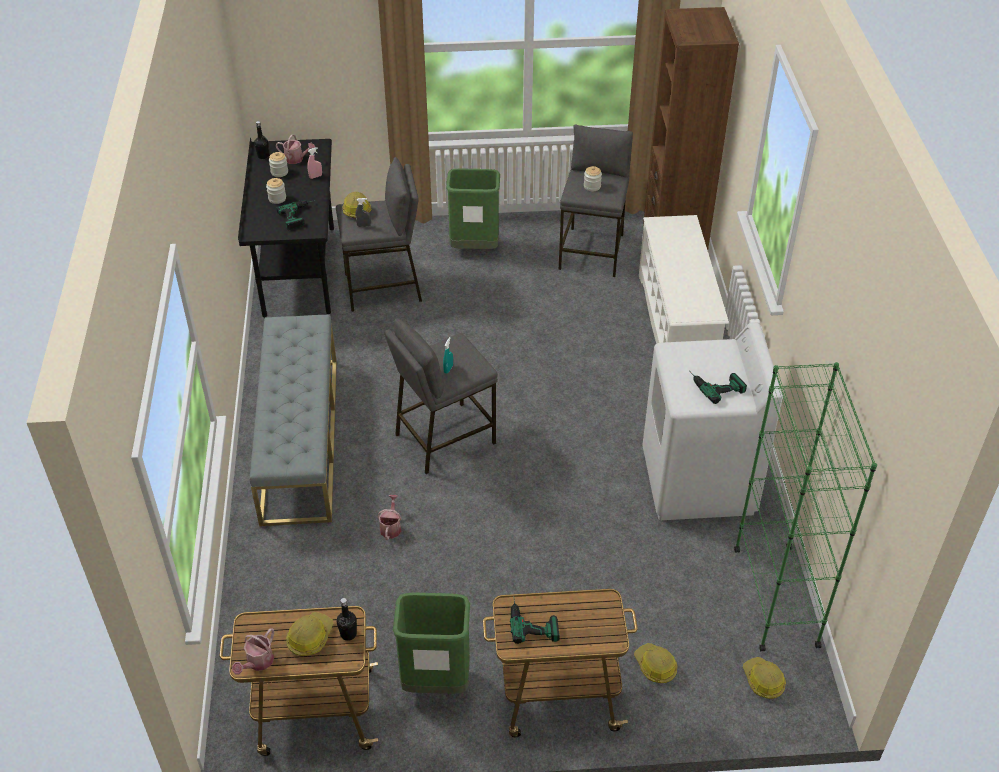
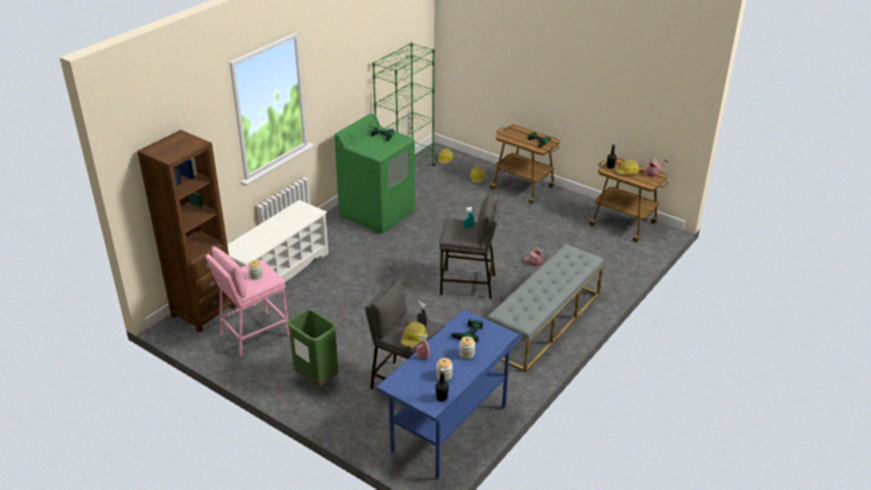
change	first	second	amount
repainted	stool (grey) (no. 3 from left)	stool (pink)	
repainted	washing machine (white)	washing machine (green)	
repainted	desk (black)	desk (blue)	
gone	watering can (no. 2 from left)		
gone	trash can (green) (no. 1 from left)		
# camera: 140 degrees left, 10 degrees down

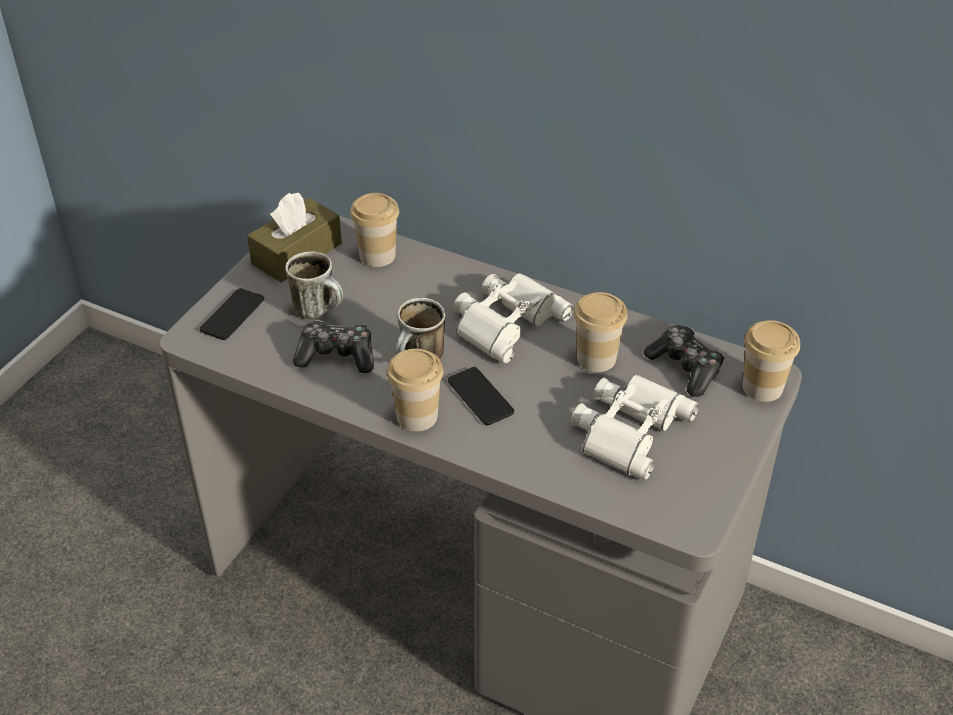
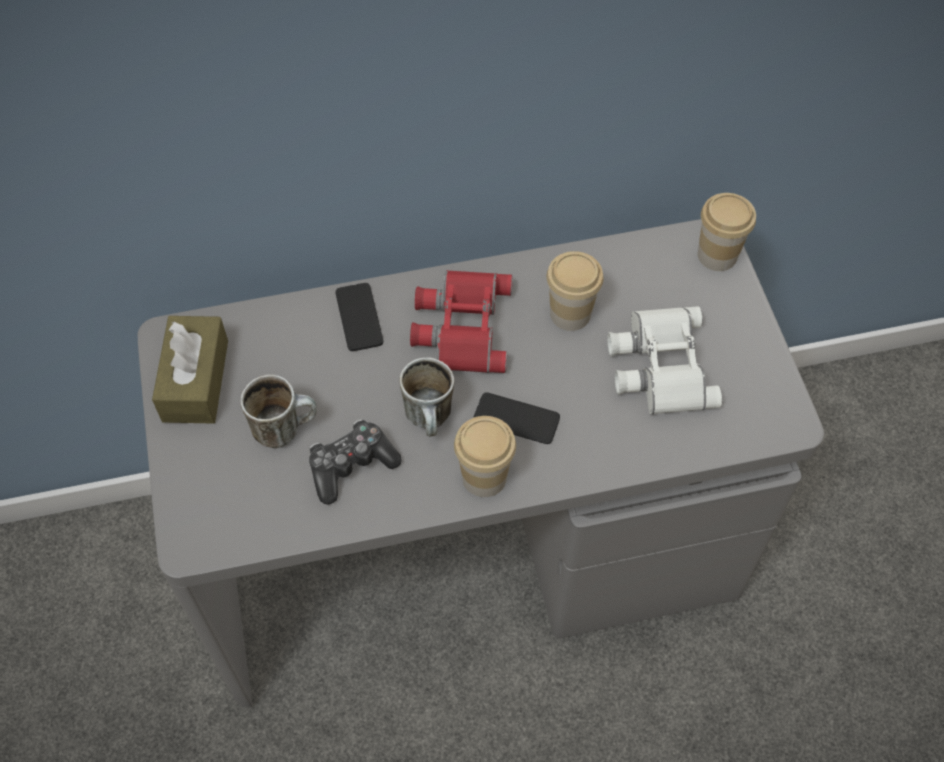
change	first	second	amount
shifted	phone (no. 1 from left)		
repainted	binoculars (white) (no. 1 from left)	binoculars (red)	
gone	cup (no. 1 from left)		
gone	game controller (no. 2 from left)		
# camera: 40 degrees left, 15 degrees up

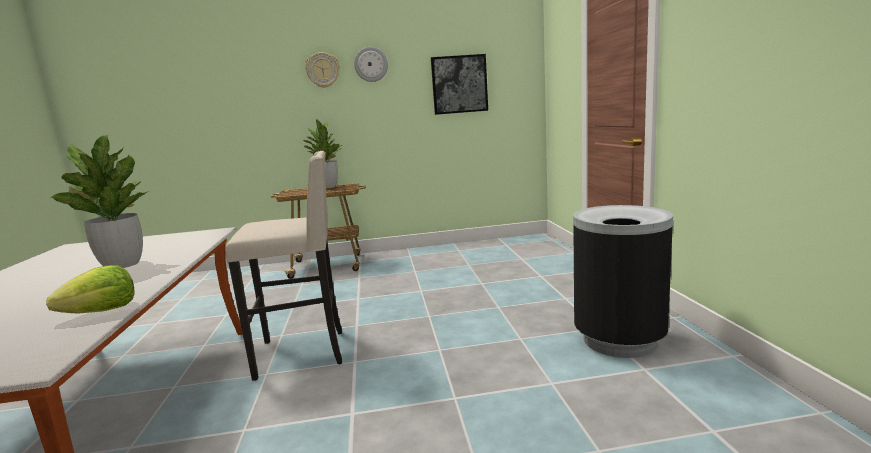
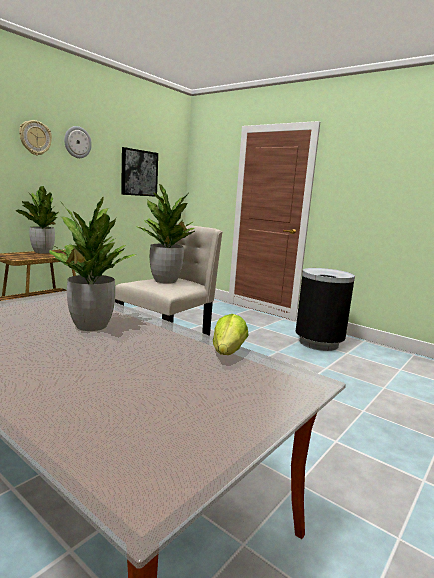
change	first	second	amount
new		potted plant (no. 3 from left)	
# camera: 45 degrees left, 0 degrees up

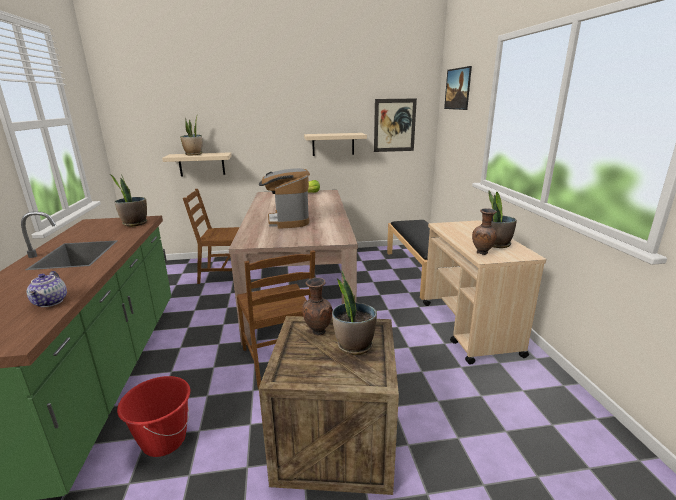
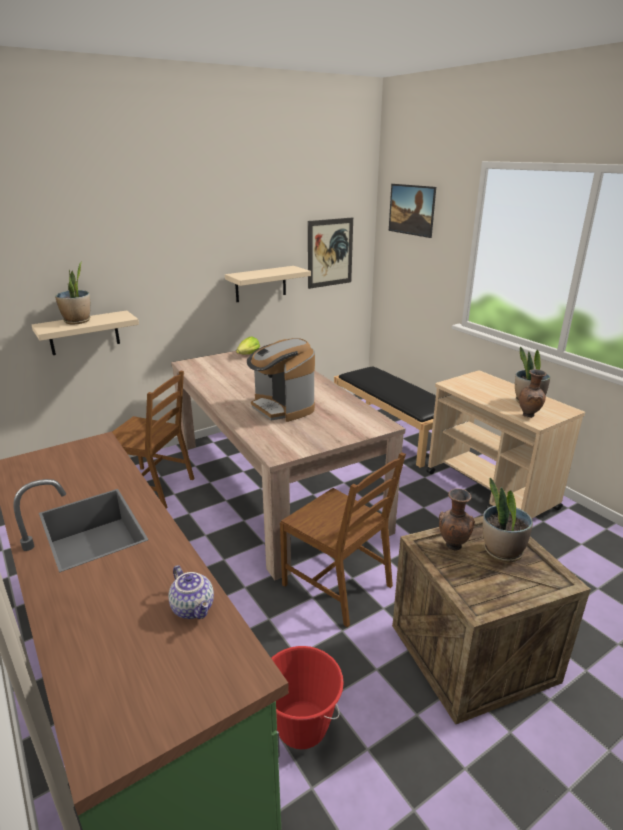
change	first	second	amount
rotated	chair (brown) (no. 1 from left)		135 degrees counterclockwise
gone	potted plant (no. 1 from left)		
# camera: 25 degrees left, 5 degrees up

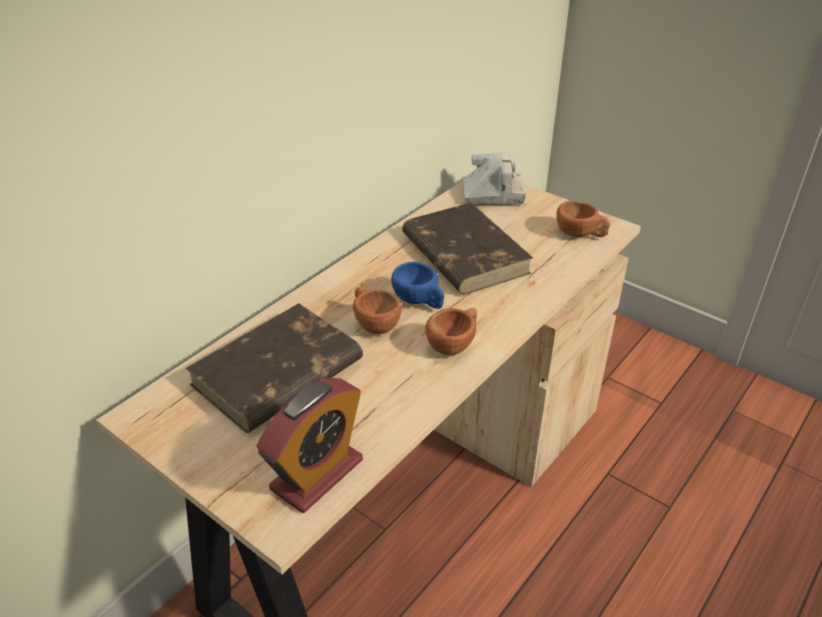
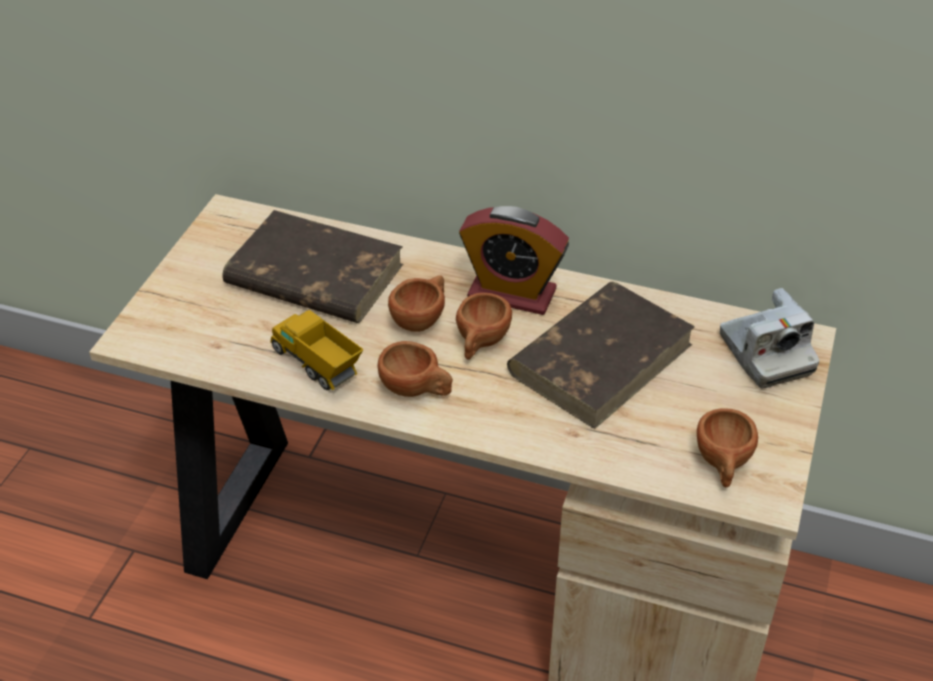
change	first	second	amount
new		toy truck	
repainted	cup (blue)	cup (brown) (no. 3 from left)	
shifted	alarm clock		
# camera: 70 degrees right, 5 degrees up

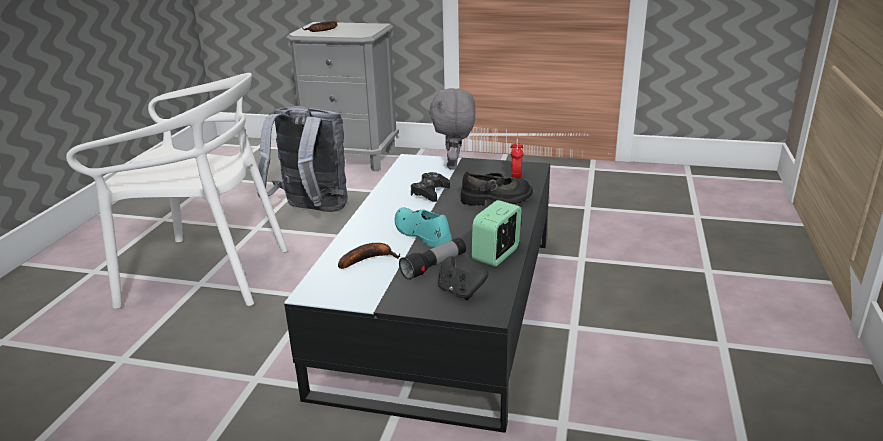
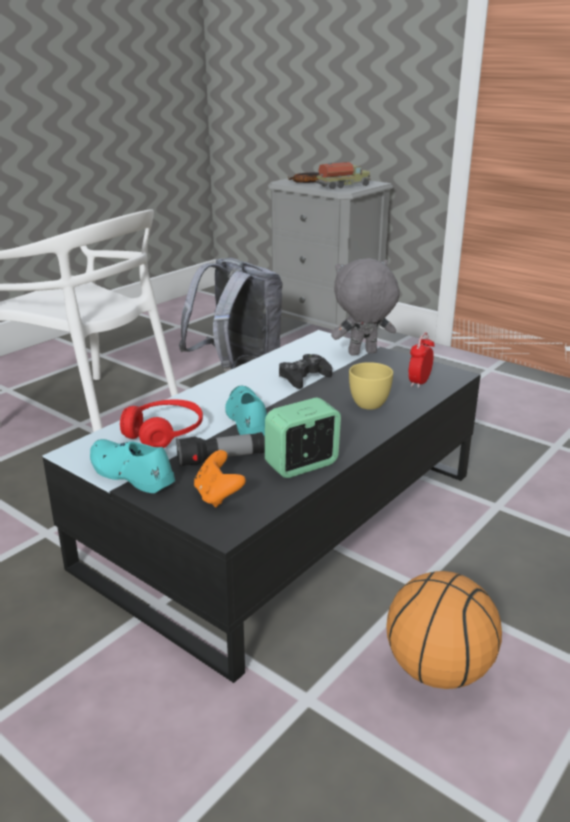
change	first	second	amount
new		shoe (turquoise) (no. 1 from left)	
swapped	banana (no. 2 from left)	headphones (red)	
repainted	game controller (black) (no. 2 from left)	game controller (orange)	
new		toy truck	
rotated	plush toy (grey)		45 degrees clockwise
swapped	shoe (black)	cup (yellow)	
new		basketball	
# camera: 25 degrees right, 0 degrees up

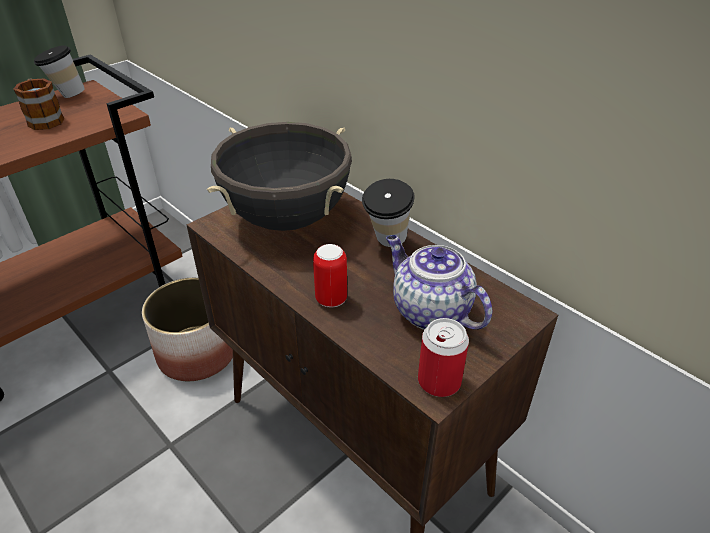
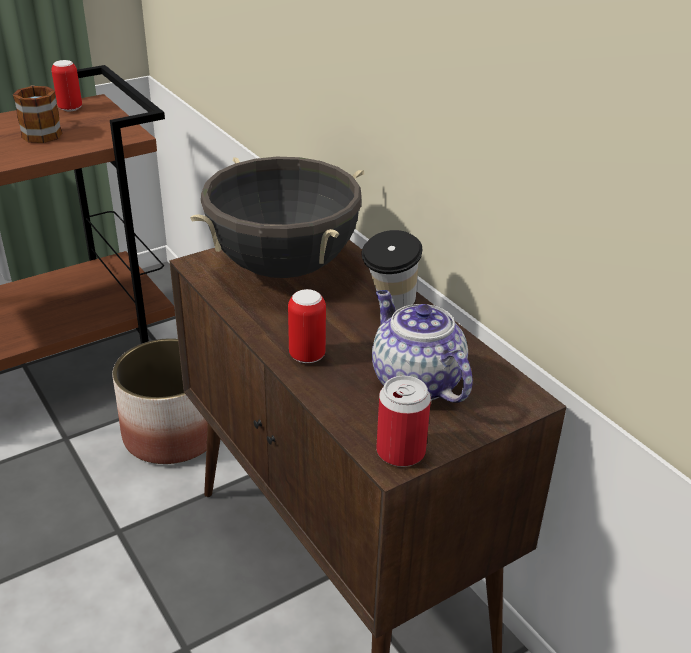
change	first	second	amount
swapped	cup (no. 1 from left)	can (no. 1 from left)	
# camera: 10 degrees right, 5 degrees down

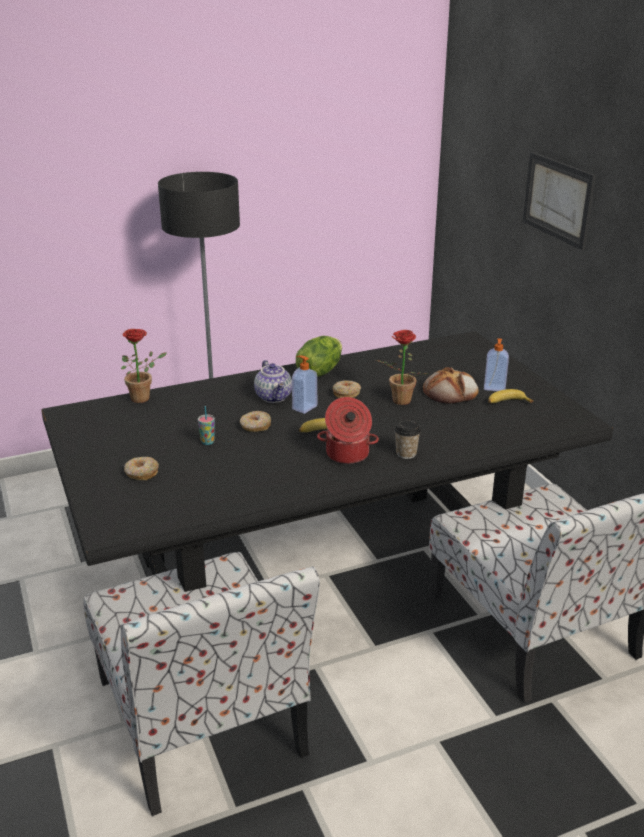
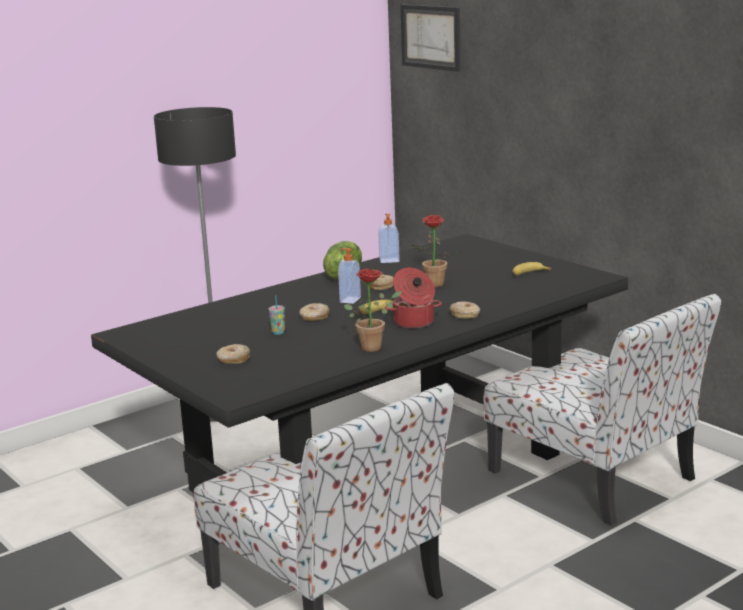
change	first	second	amount
shifted	potted plant (no. 1 from left)		
shifted	soap dispenser (no. 2 from left)		
shifted	picture		
swapped	cup (no. 2 from left)	donut (no. 4 from left)	
gone	teapot		
gone	bread		
# camera: 15 degrees left, 10 degrees down

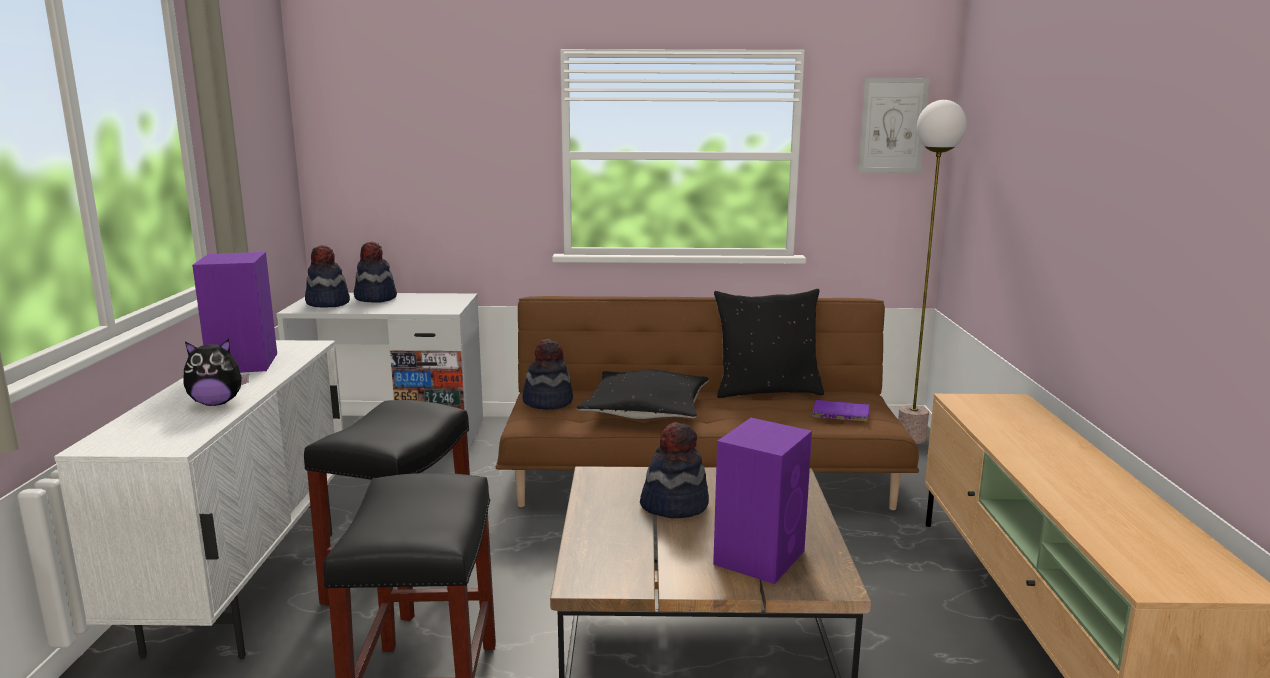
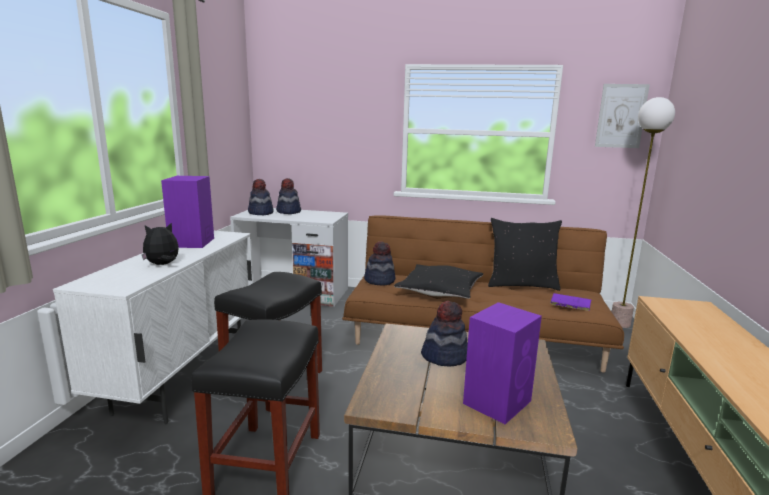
change	first	second	amount
rotated	plush toy		150 degrees clockwise
# camera: 10 degrees right, 0 degrees up

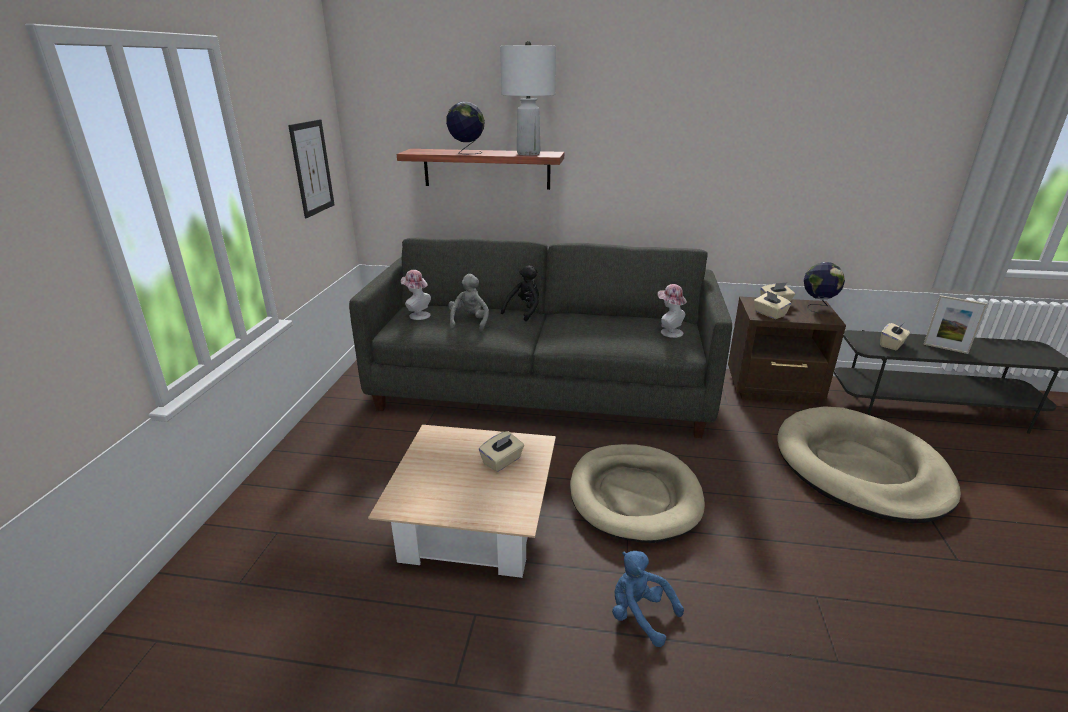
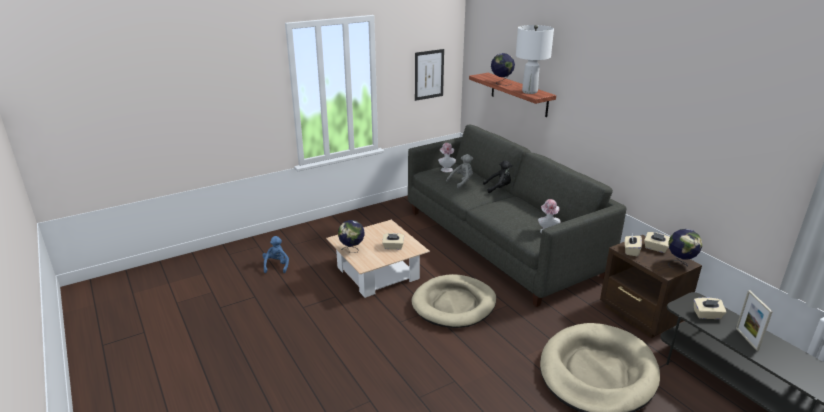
change	first	second	amount
shifted	plush toy (blue)		
new		globe (no. 1 from left)	
# camera: 50 degrees right, 0 degrees up

